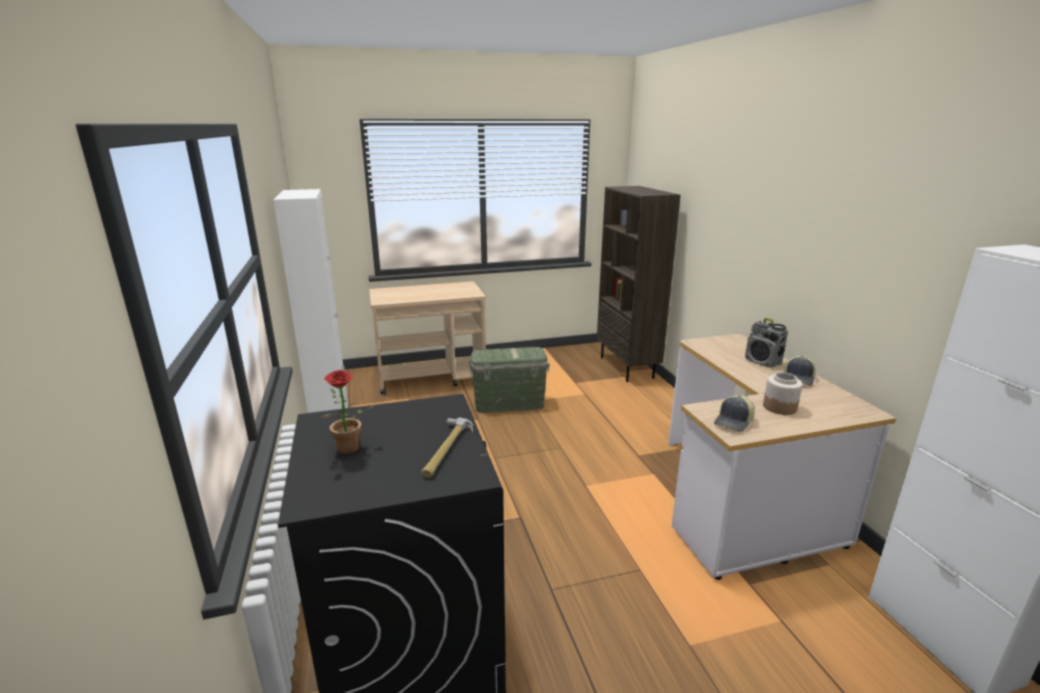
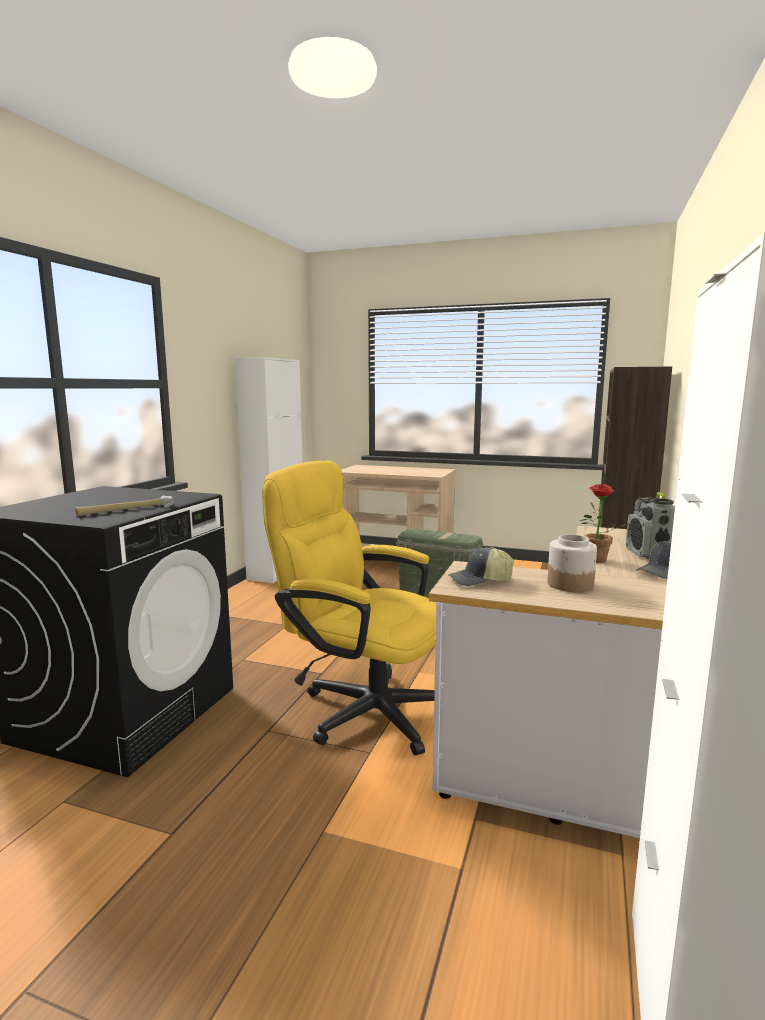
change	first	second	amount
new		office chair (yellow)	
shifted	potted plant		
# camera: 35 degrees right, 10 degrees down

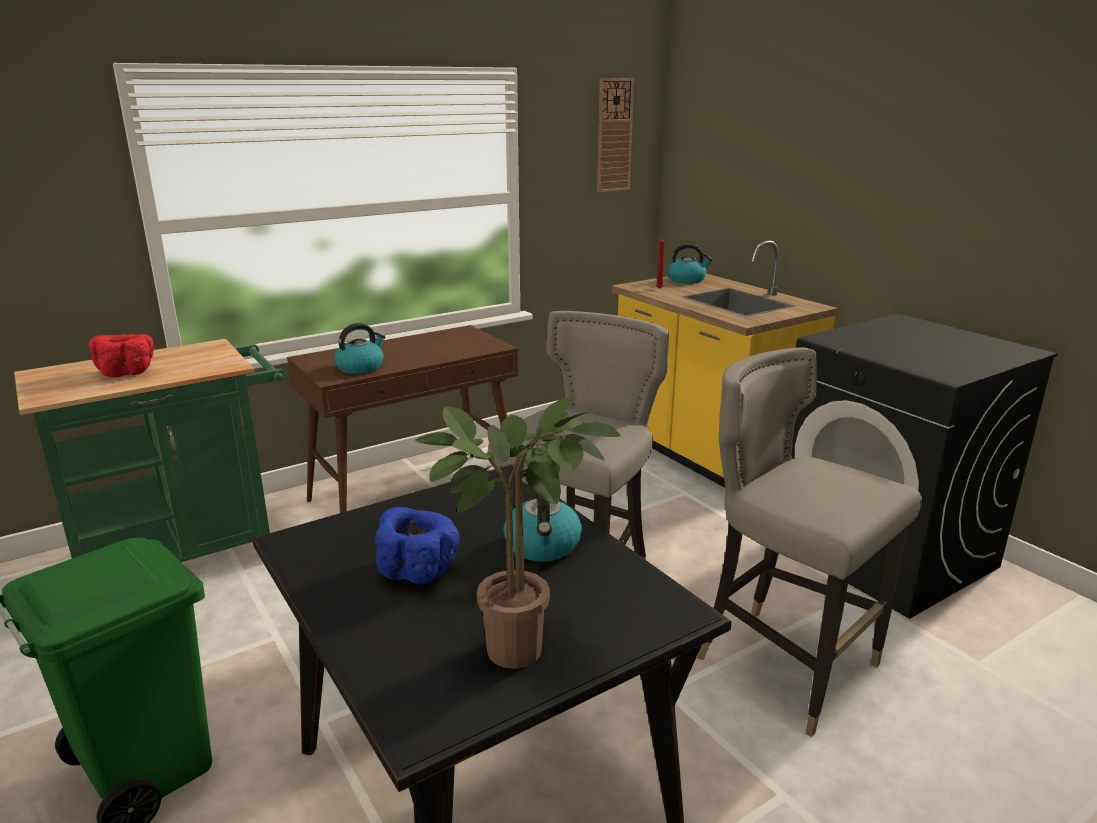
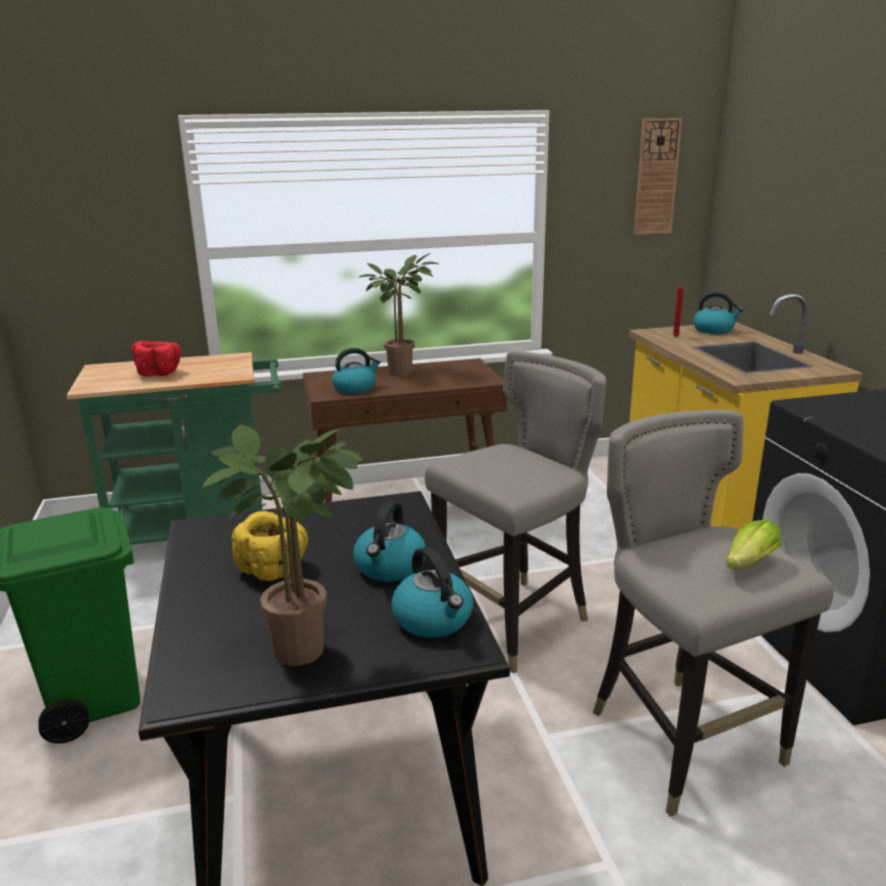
change	first	second	amount
repainted	bowl (blue)	bowl (yellow)	
new		potted plant (no. 2 from left)	
new		kettle (no. 3 from left)	
new		lettuce	
# camera: 20 degrees right, 0 degrees up

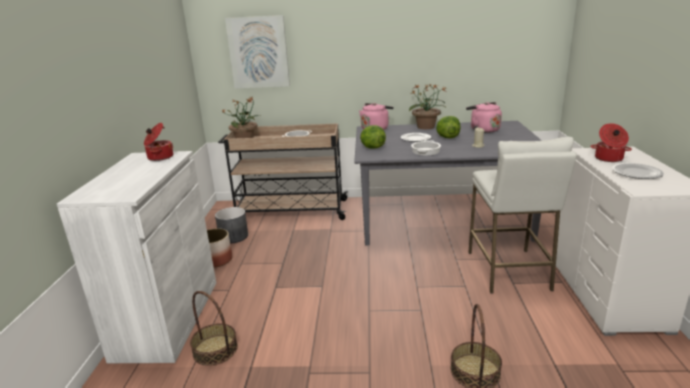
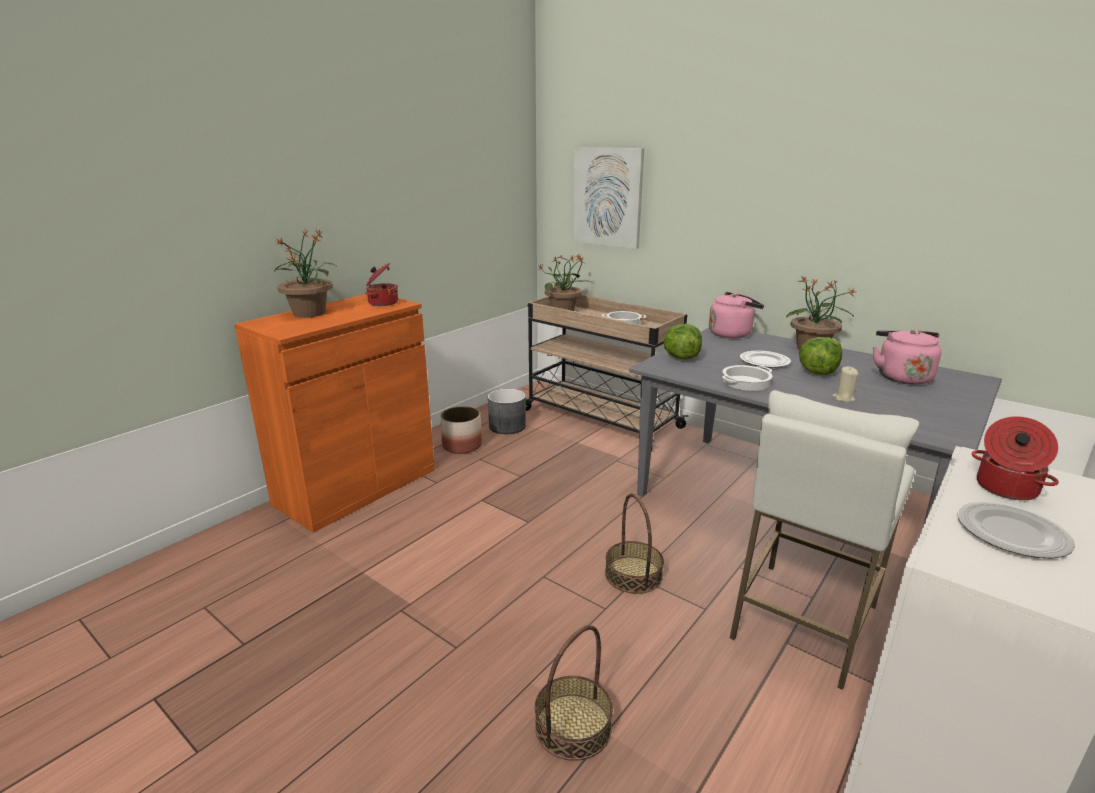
change	first	second	amount
repainted	cabinet (white)	cabinet (orange)	
new		potted plant (no. 1 from left)	
shifted	basket (no. 1 from left in the first image)	basket (no. 2 from left)	
# camera: 35 degrees right, 0 degrees up

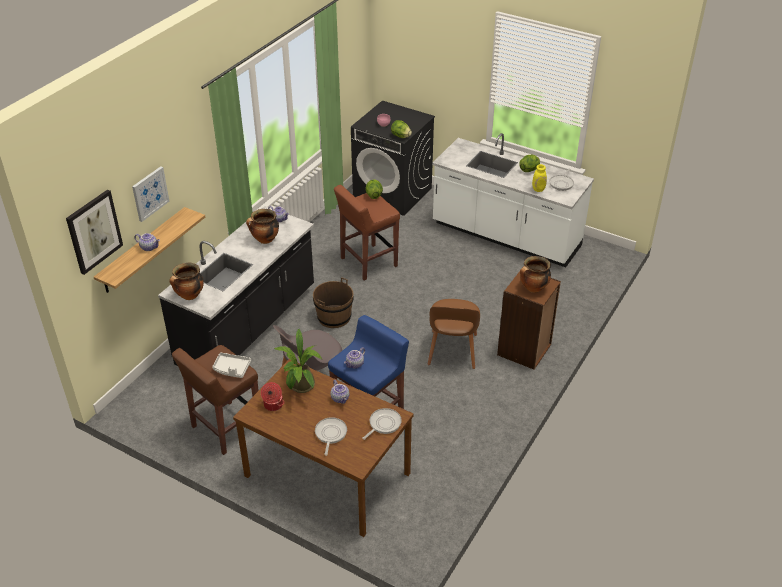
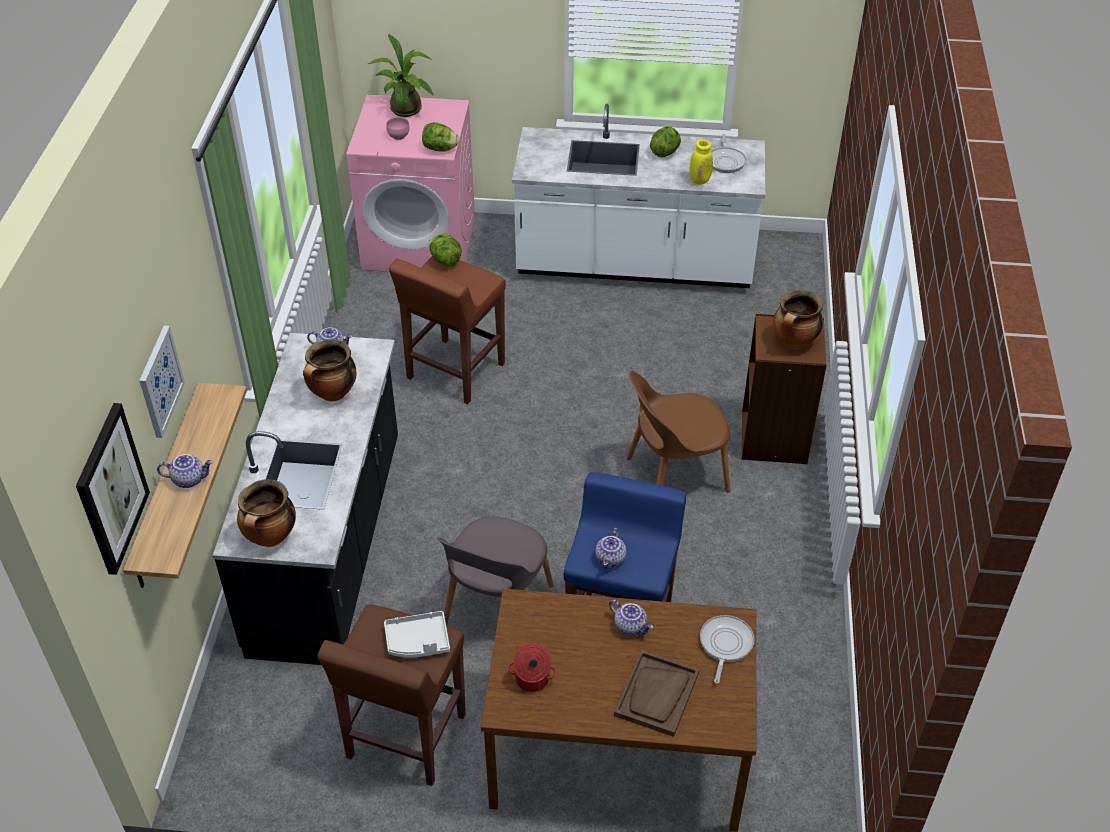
change	first	second	amount
repainted	washing machine (black)	washing machine (pink)	
shifted	potted plant		
swapped	frying pan (no. 1 from left)	tray (brown)	
rotated	chair (brown)		90 degrees clockwise
gone	bucket (brown)		
# camera: 25 degrees left, 5 degrees up

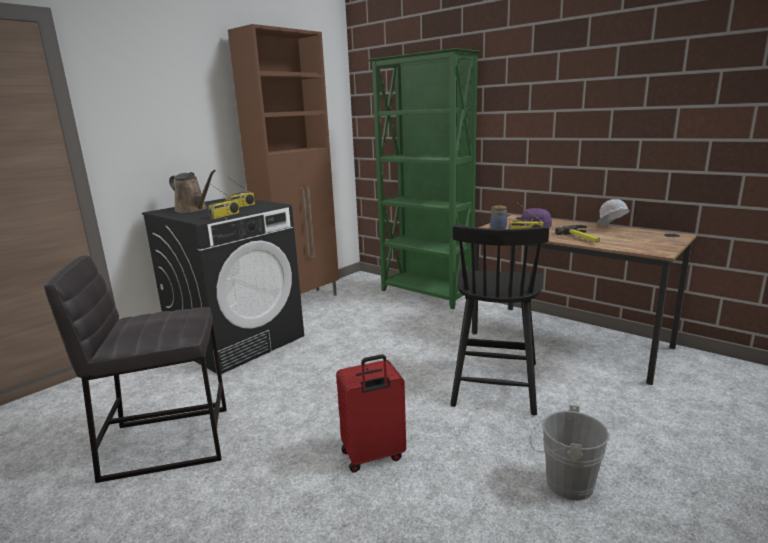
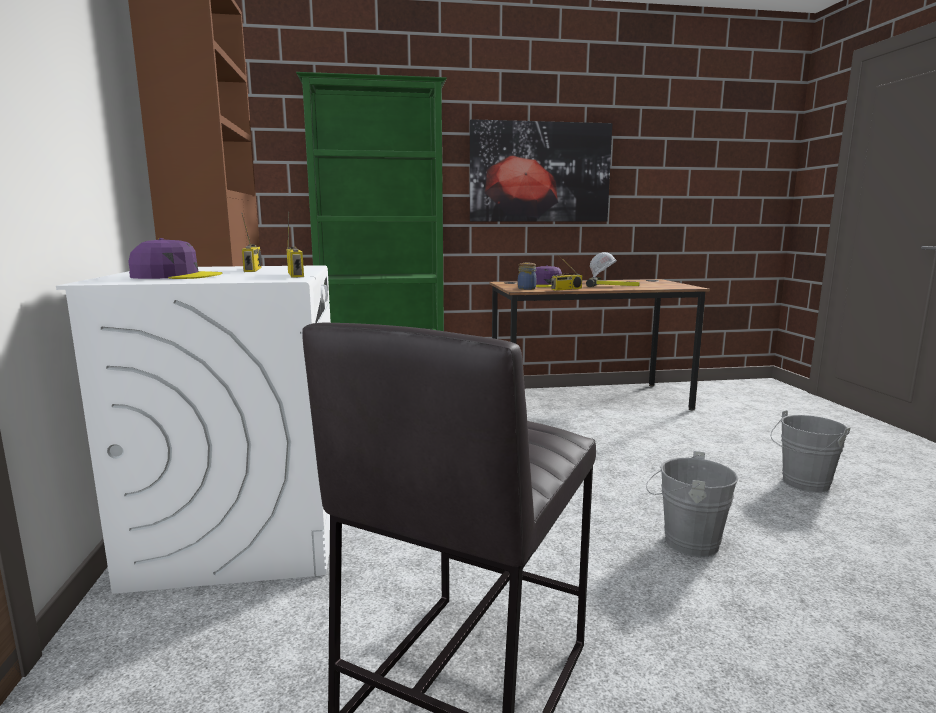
change	first	second	amount
repainted	washing machine (black)	washing machine (white)	
swapped	watering can (brown)	cap (purple) (no. 1 from left)	
new		picture	
swapped	suitcase (red)	bucket (grey) (no. 1 from left)	
gone	chair (black)		
# camera: 50 degrees left, 5 degrees down

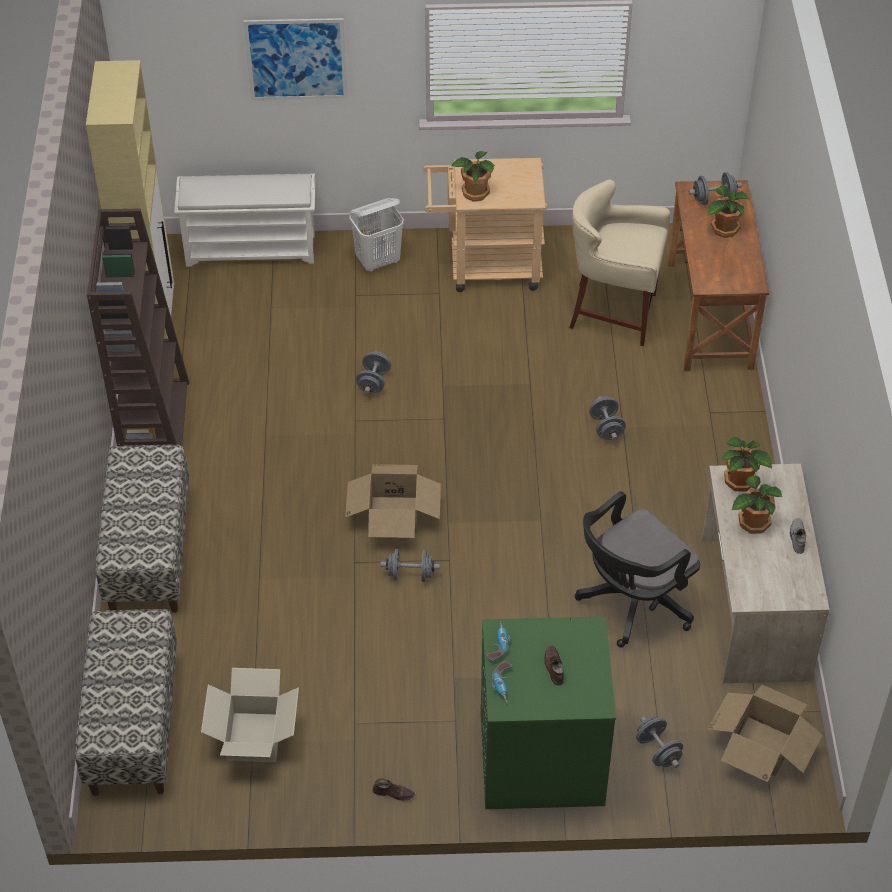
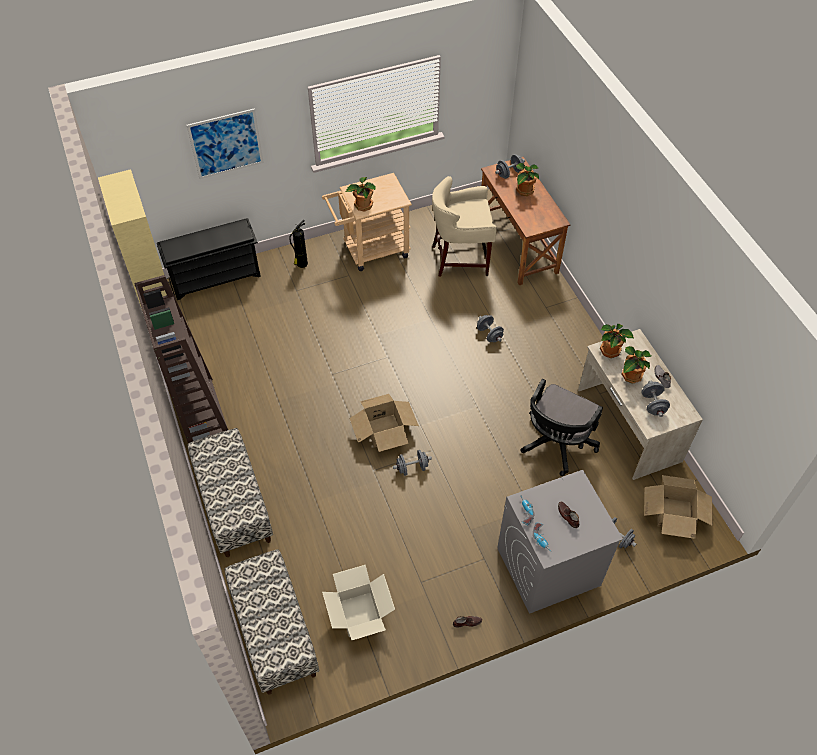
change	first	second	amount
repainted	shoe rack (white)	shoe rack (black)	
swapped	laundry basket (white)	fire extinguisher	
repainted	washing machine (green)	washing machine (grey)	
shifted	dumbbell (grey) (no. 1 from left in the first image)	dumbbell (grey) (no. 5 from left)	
# camera: 20 degrees left, 5 degrees up

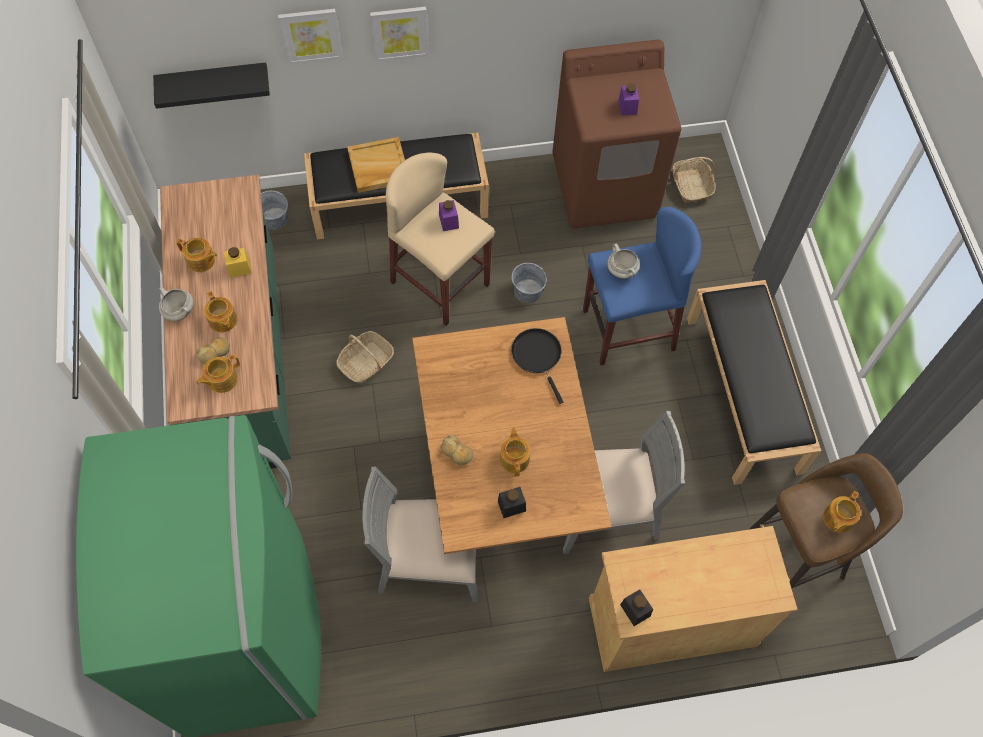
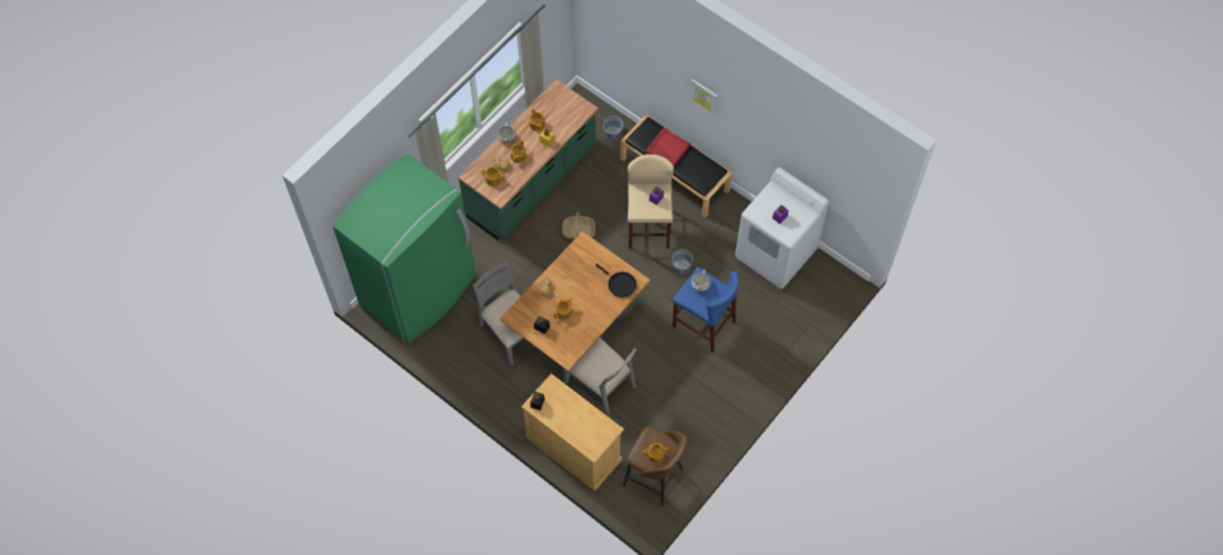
change	first	second	amount
rotated	frying pan (black)		105 degrees clockwise
repainted	tray (beige)	tray (red)	
repainted	washing machine (brown)	washing machine (white)	
gone	shelf (black)		
gone	picture (no. 1 from left)		
gone	basket (no. 2 from left)		
gone	bench (black) (no. 2 from left)		
# camera: 50 degrees right, 0 degrees up

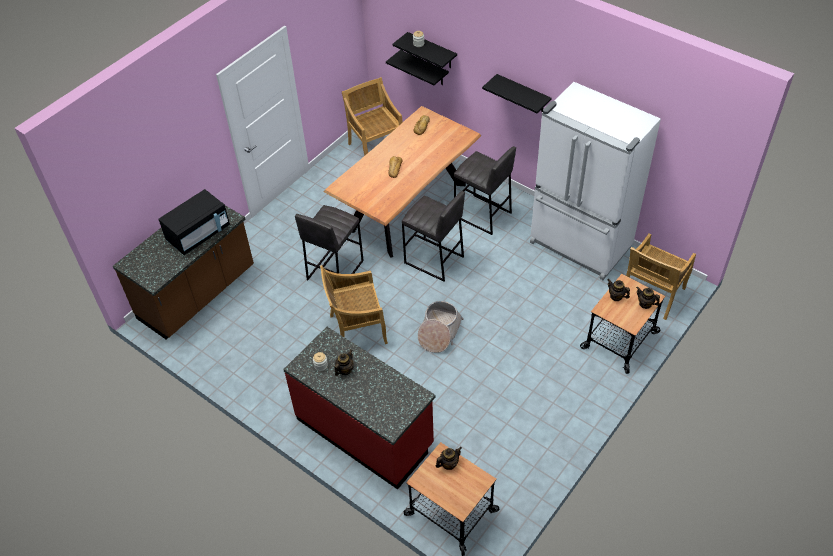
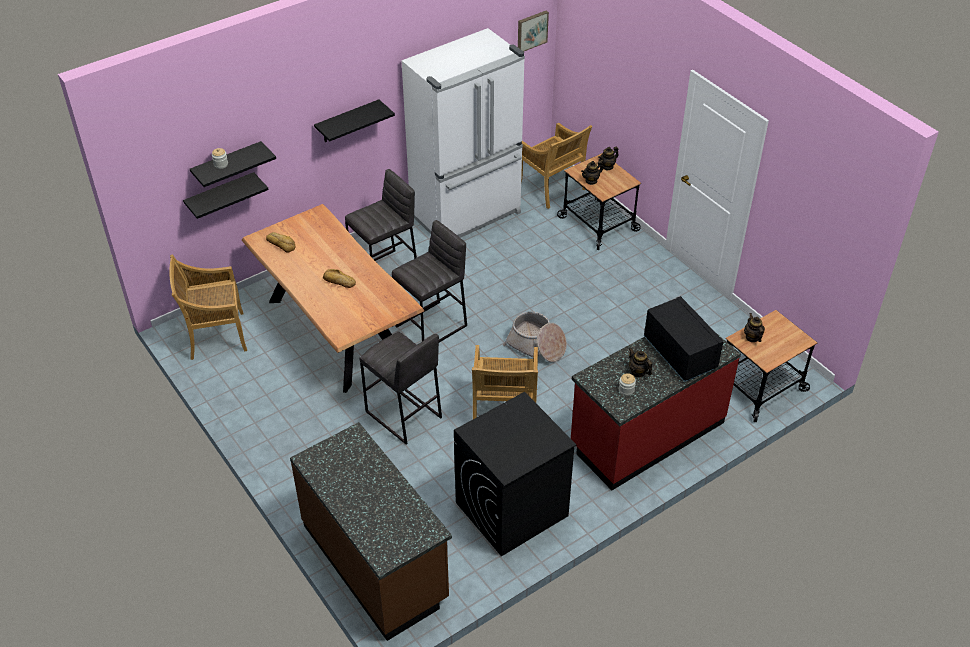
change	first	second	amount
new		washing machine (black)	
new		picture	
shifted	microwave (black)		
# camera: 75 degrees left, 5 degrees down

